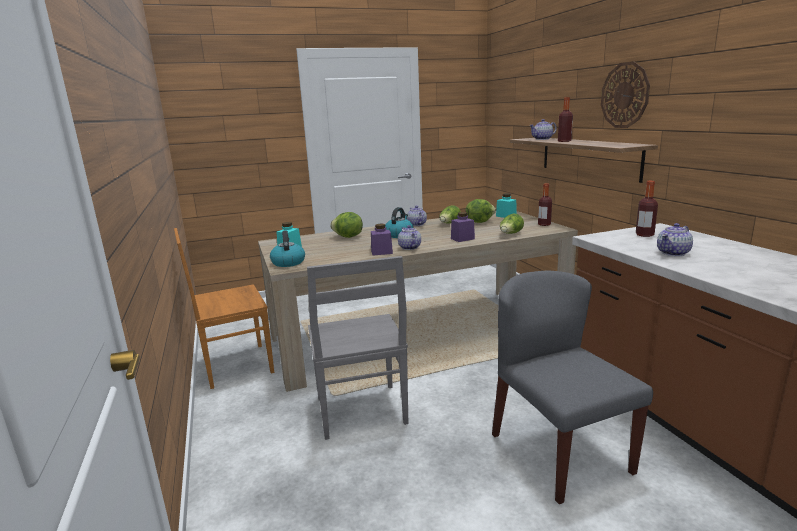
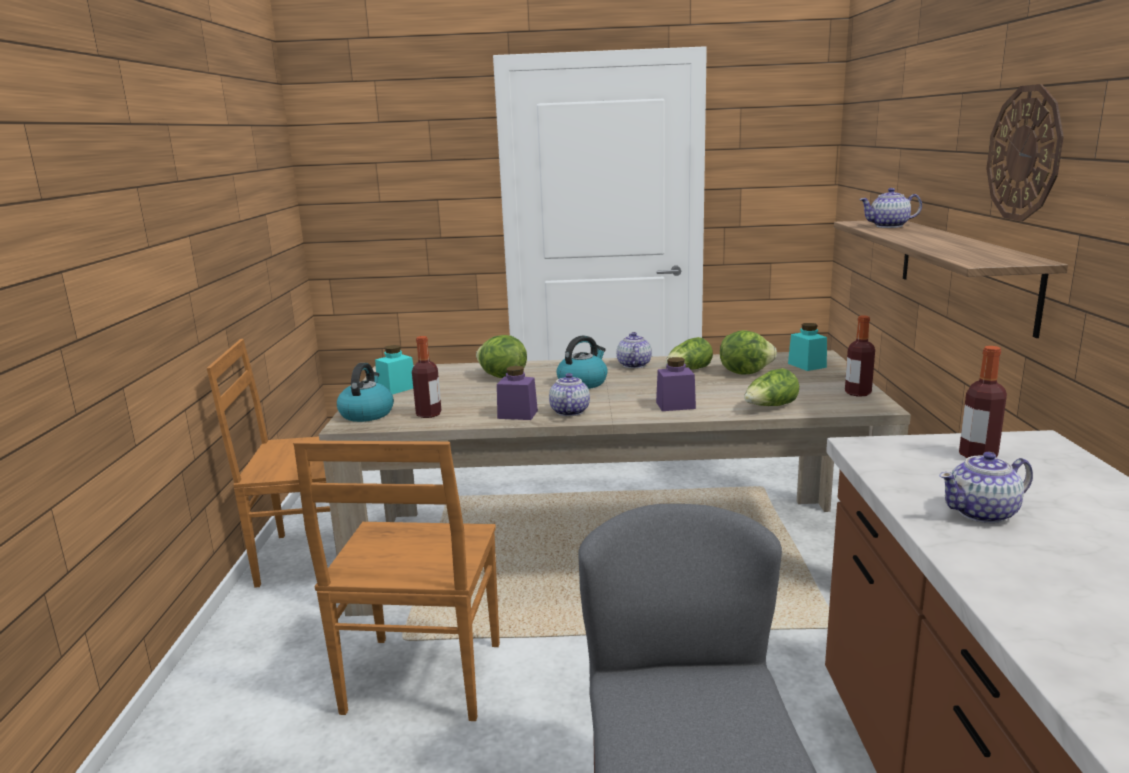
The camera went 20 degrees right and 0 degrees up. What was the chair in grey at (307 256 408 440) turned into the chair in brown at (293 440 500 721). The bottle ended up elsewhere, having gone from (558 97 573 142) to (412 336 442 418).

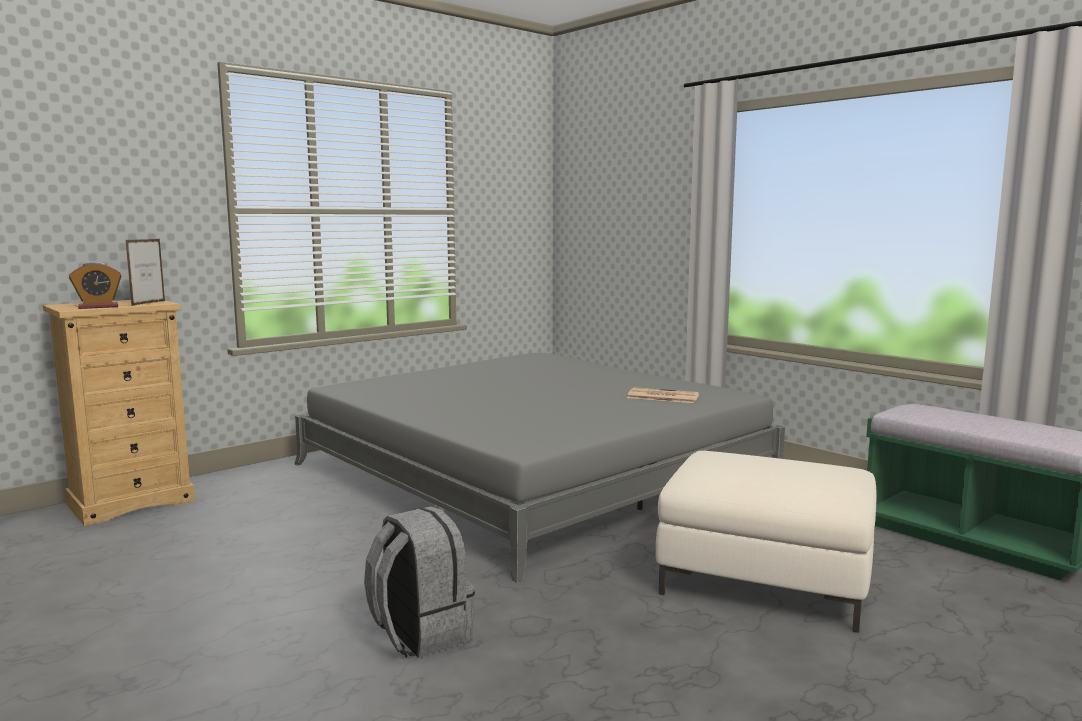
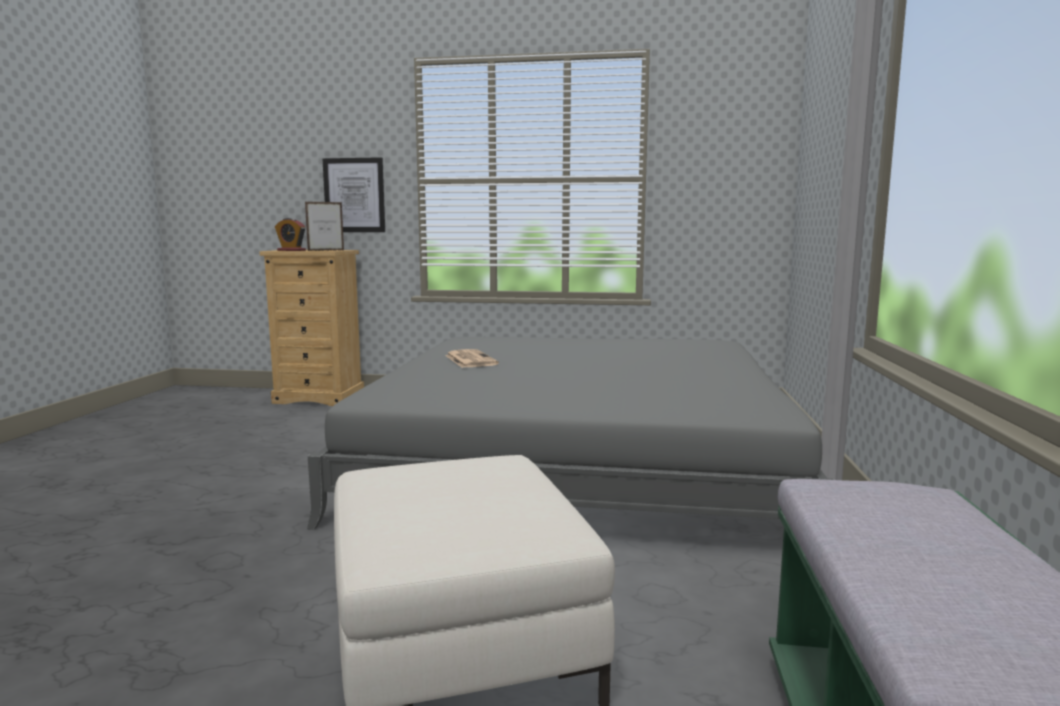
The camera went 50 degrees right and 0 degrees up. The second view gained the picture at (323 157 385 232). The newspaper ended up elsewhere, having gone from (627 387 699 403) to (445 349 499 368). The second view lost the backpack in grey at (364 507 475 658).

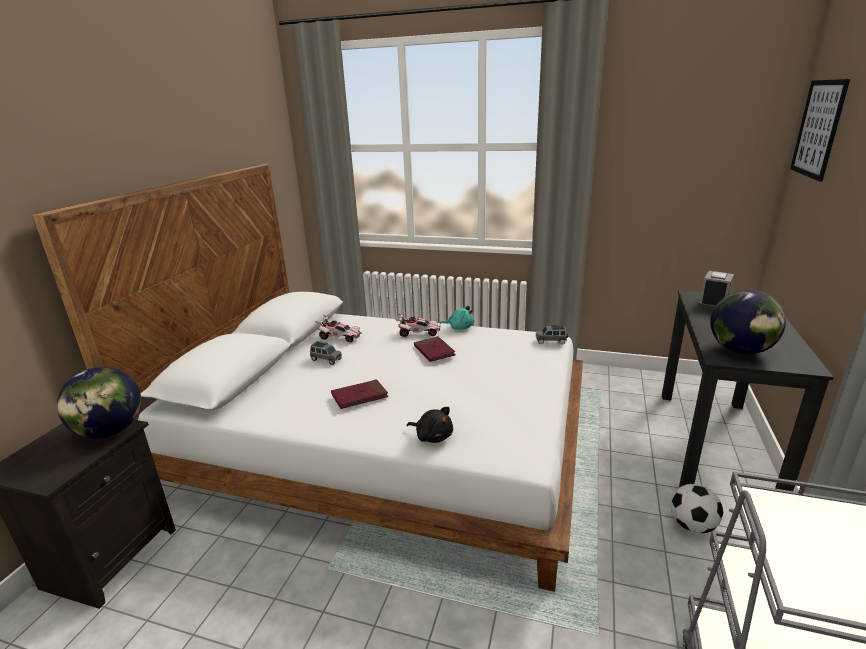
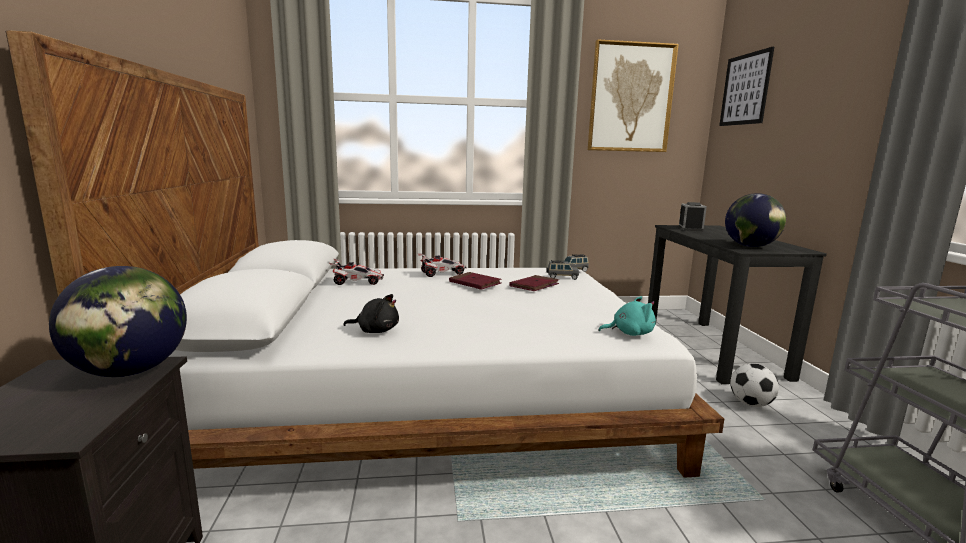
The camera went 25 degrees left and 10 degrees down. The plush toy in black ended up elsewhere, having gone from (407 407 453 443) to (344 294 399 333). The book in red ended up elsewhere, having gone from (331 380 388 409) to (509 275 559 291). The toy car in grey ended up elsewhere, having gone from (310 341 342 365) to (546 260 579 280). The second view gained the picture at (588 39 679 152). The plush toy in turquoise ended up elsewhere, having gone from (440 305 474 330) to (598 296 656 336).

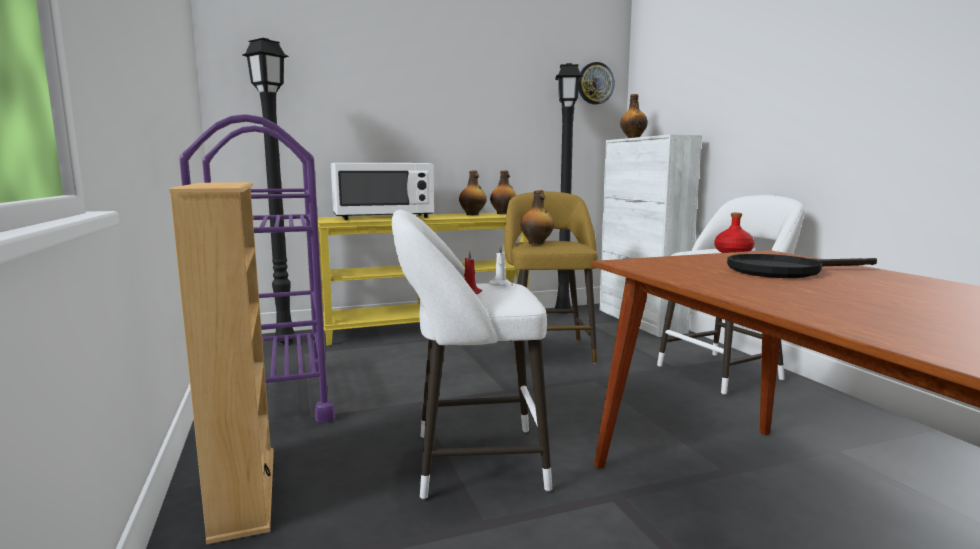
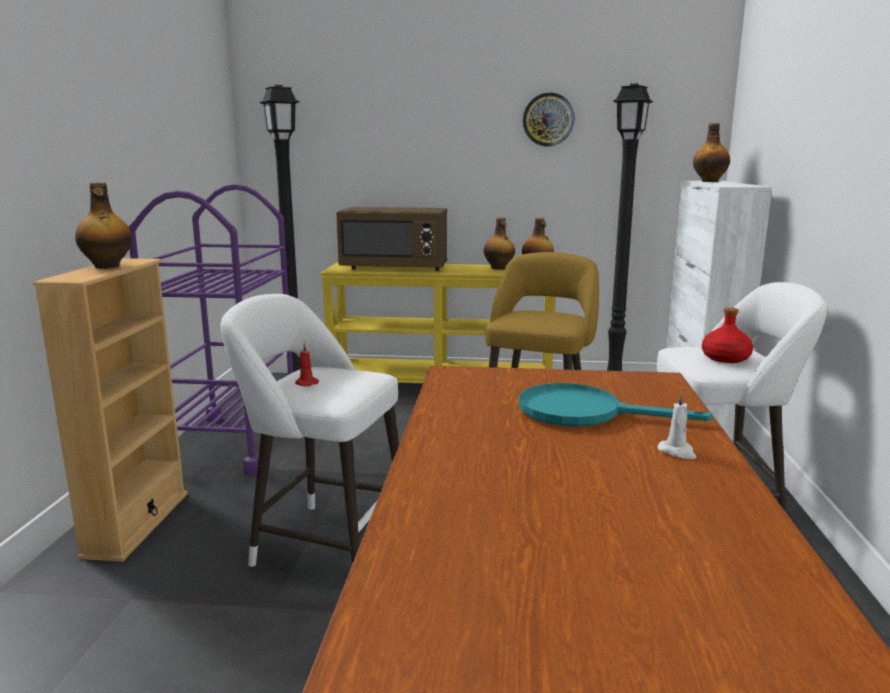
The camera went 25 degrees right and 5 degrees up. The bottle ended up elsewhere, having gone from (521 190 554 245) to (75 182 132 269). What was the microwave in white at (331 163 434 220) turned into the microwave in brown at (337 207 447 271). What was the frying pan in black at (727 254 877 278) turned into the frying pan in turquoise at (519 383 713 427). The wall clock ended up elsewhere, having gone from (579 62 615 105) to (523 93 575 146). The candle in white ended up elsewhere, having gone from (489 245 513 287) to (658 392 696 459).

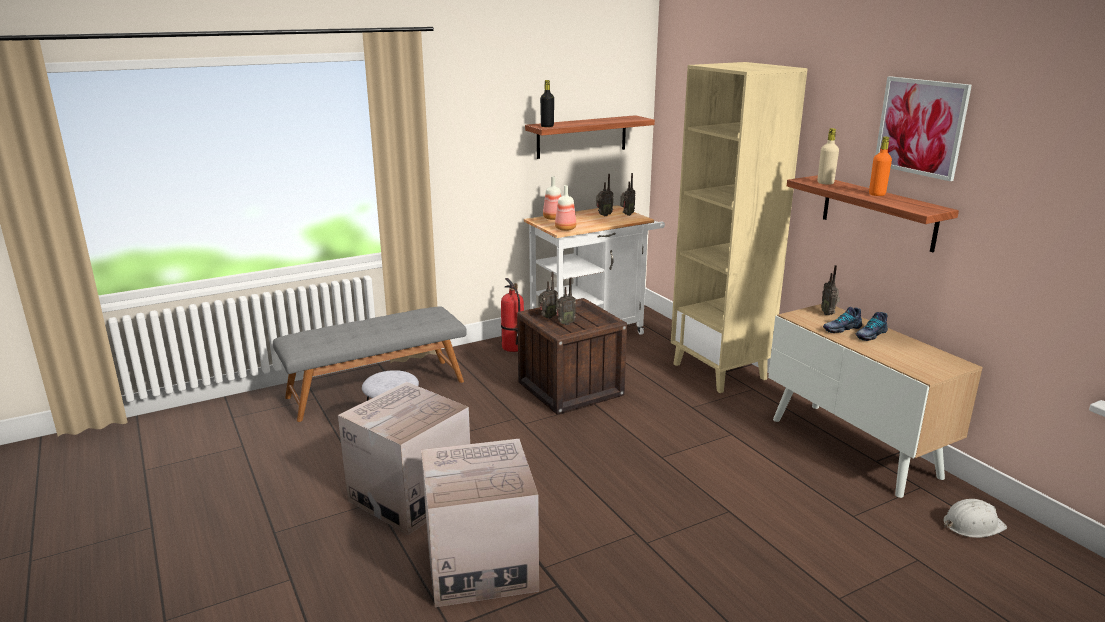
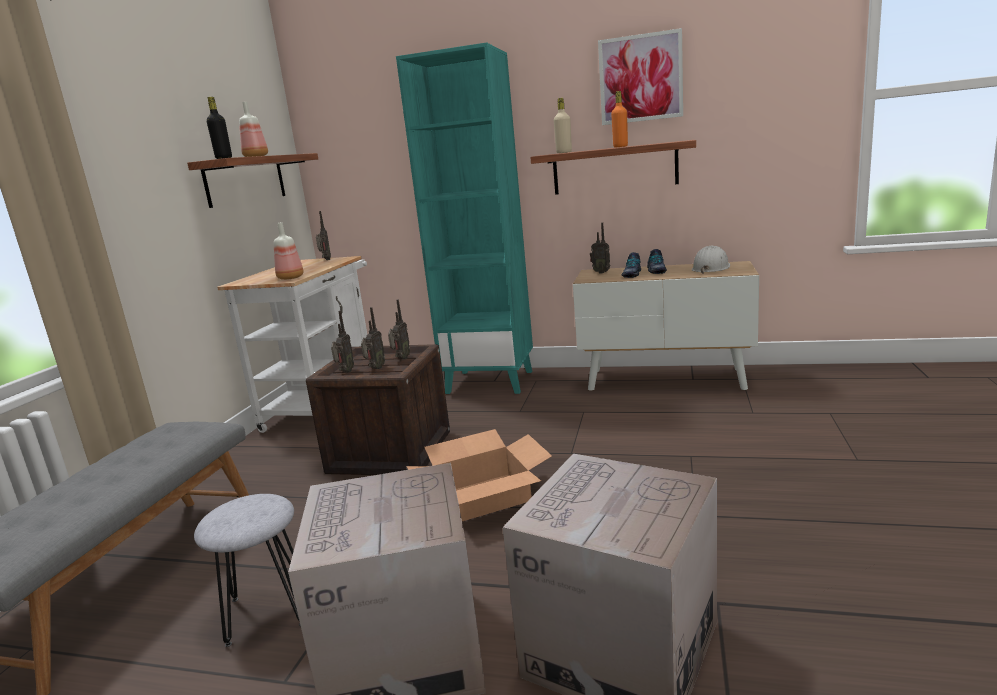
The camera went 45 degrees left and 5 degrees down. The bottle ended up elsewhere, having gone from (543 176 561 220) to (239 102 268 157). The radio ended up elsewhere, having gone from (596 174 613 216) to (388 299 410 359). What was the bookcase in beige at (671 62 808 393) turned into the bookcase in turquoise at (396 42 533 394). The second view gained the cardboard box at (406 429 552 521). The hard hat in white ended up elsewhere, having gone from (943 499 1007 538) to (692 246 730 274). The second view lost the fire extinguisher at (501 278 524 352).

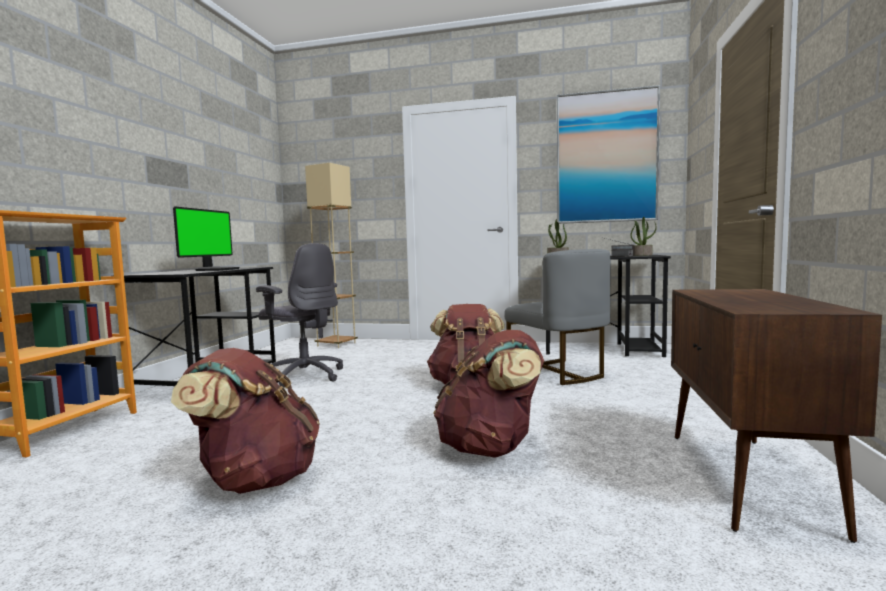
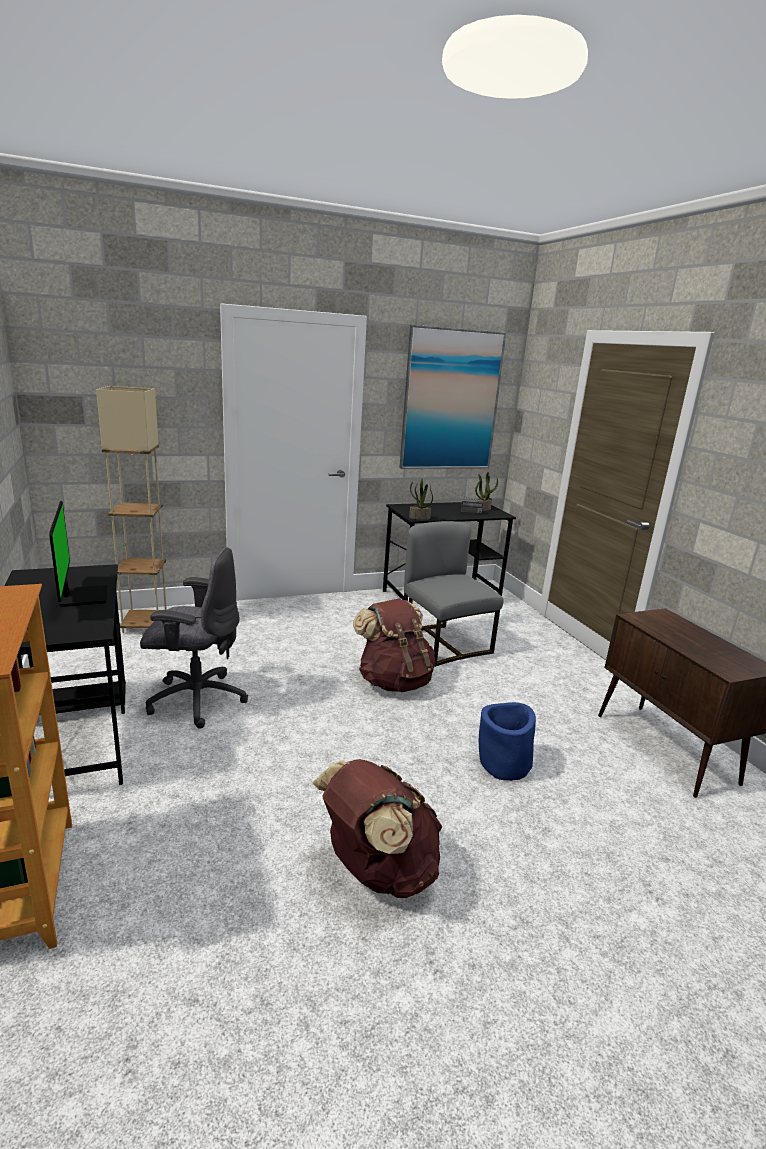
The camera went 35 degrees left and 15 degrees up. The chair in grey at (504 249 610 385) ended up facing another way, 150 degrees counterclockwise from before. Where the backpack in brown stood at (433 330 544 458), the planter in blue came to stand at (479 702 536 781).

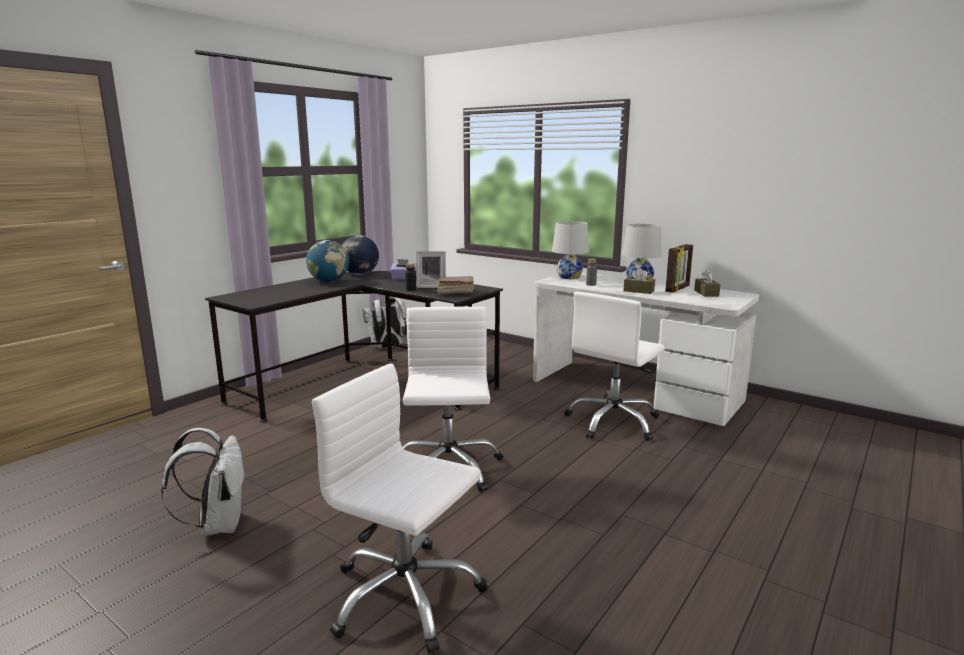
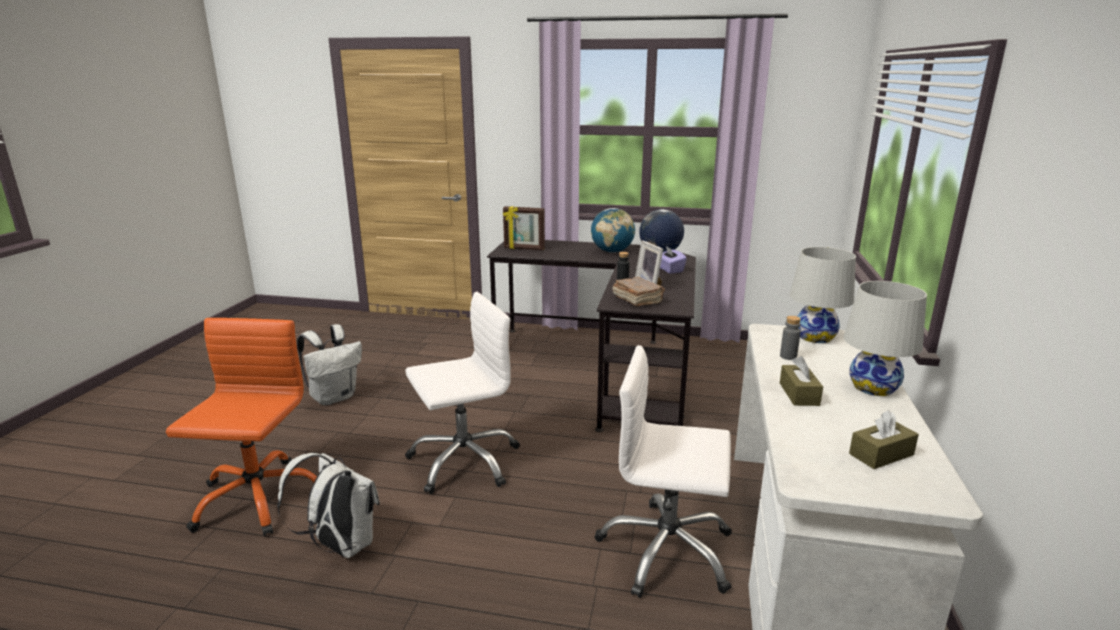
The camera went 65 degrees right and 5 degrees up. What was the office chair in white at (312 363 488 653) turned into the office chair in orange at (166 318 317 536). The backpack in white ended up elsewhere, having gone from (362 298 407 349) to (277 453 380 558). The picture frame ended up elsewhere, having gone from (665 244 693 293) to (503 206 545 250).

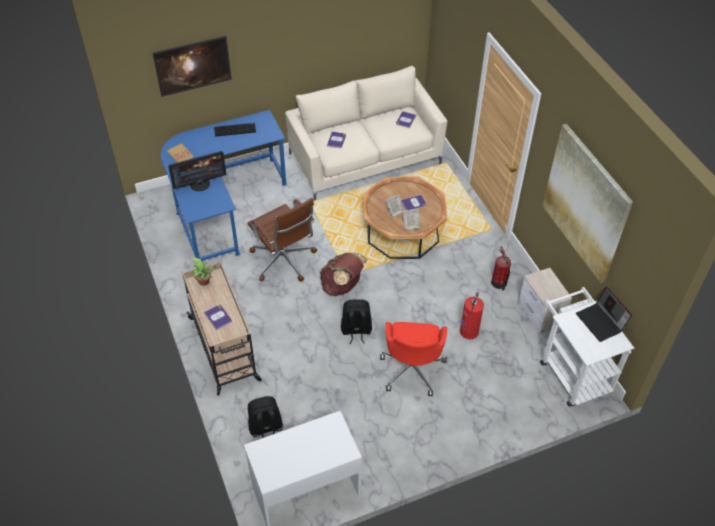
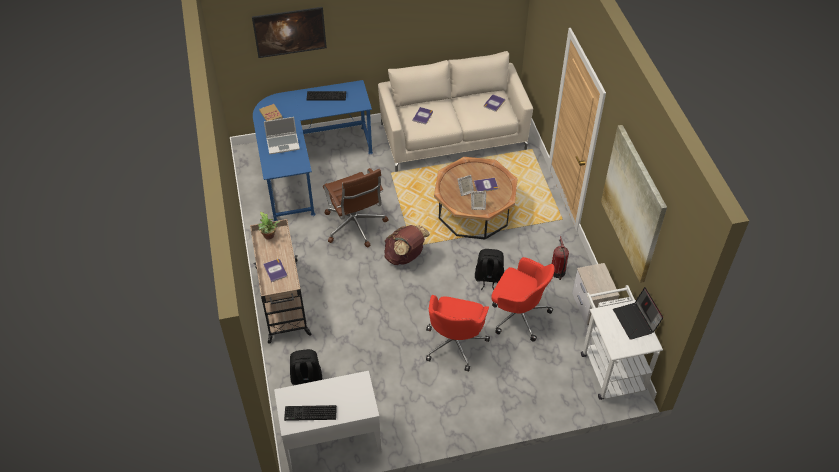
The camera went 10 degrees right and 0 degrees up. Where the monitor stood at (168 151 226 191), the laptop came to stand at (264 117 300 154). The second view gained the keyboard at (284 405 337 421). The backpack in black ended up elsewhere, having gone from (341 299 372 344) to (475 249 504 290). Where the fire extinguisher stood at (460 292 484 339), the office chair in red came to stand at (491 257 555 342).

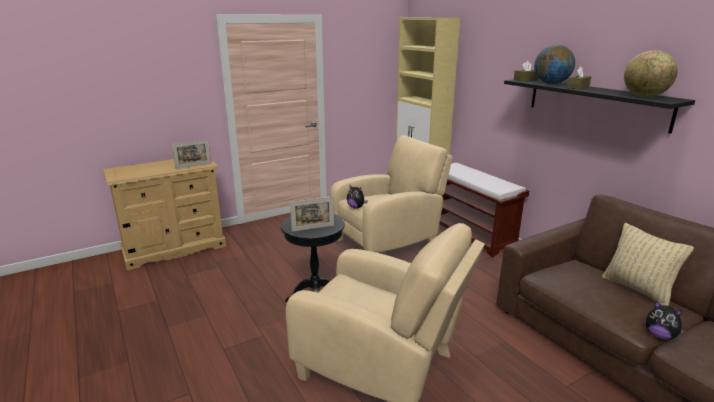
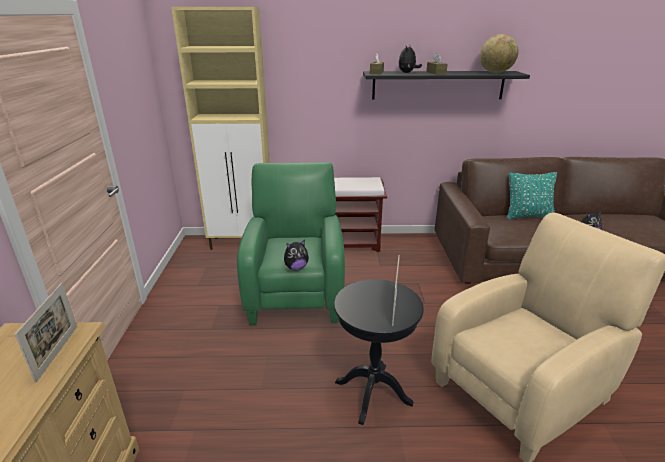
The camera went 60 degrees left and 5 degrees up. What was the armchair in beige at (330 136 453 253) turned into the armchair in green at (237 162 345 325). Where the globe stood at (534 45 575 84), the plush toy came to stand at (399 46 422 73). What was the pillow in beige at (602 223 694 306) turned into the pillow in turquoise at (507 172 557 219).

